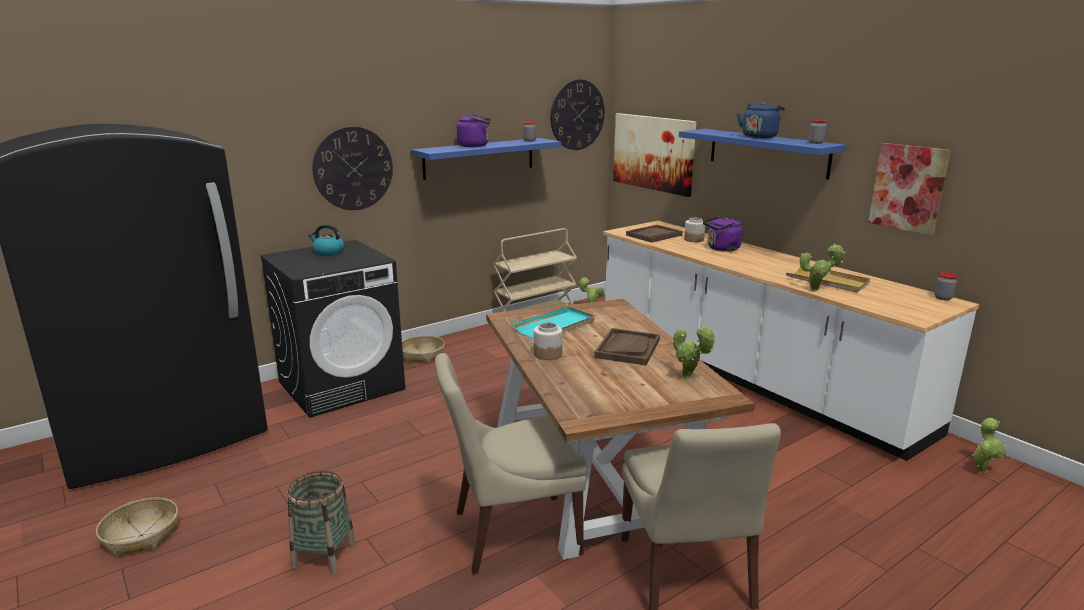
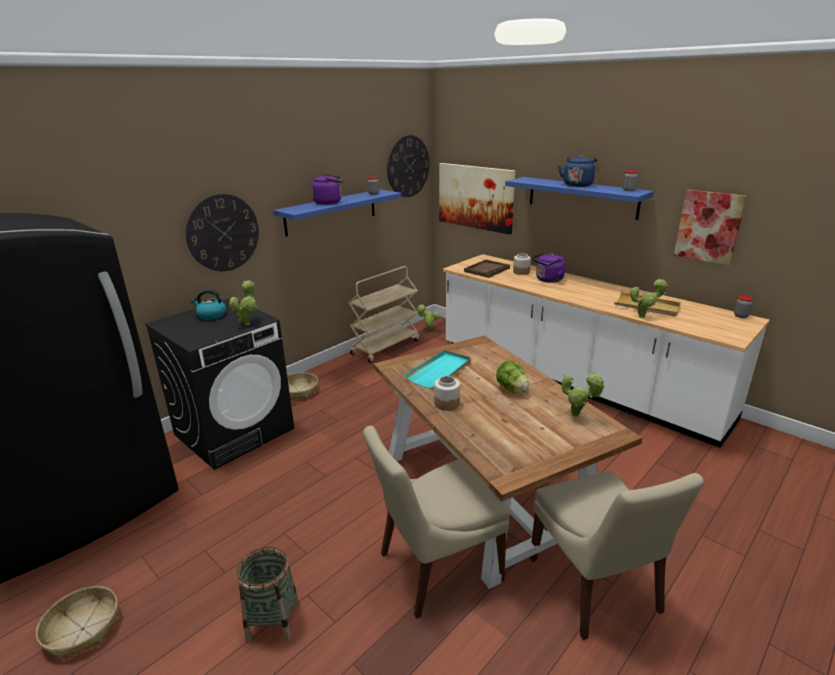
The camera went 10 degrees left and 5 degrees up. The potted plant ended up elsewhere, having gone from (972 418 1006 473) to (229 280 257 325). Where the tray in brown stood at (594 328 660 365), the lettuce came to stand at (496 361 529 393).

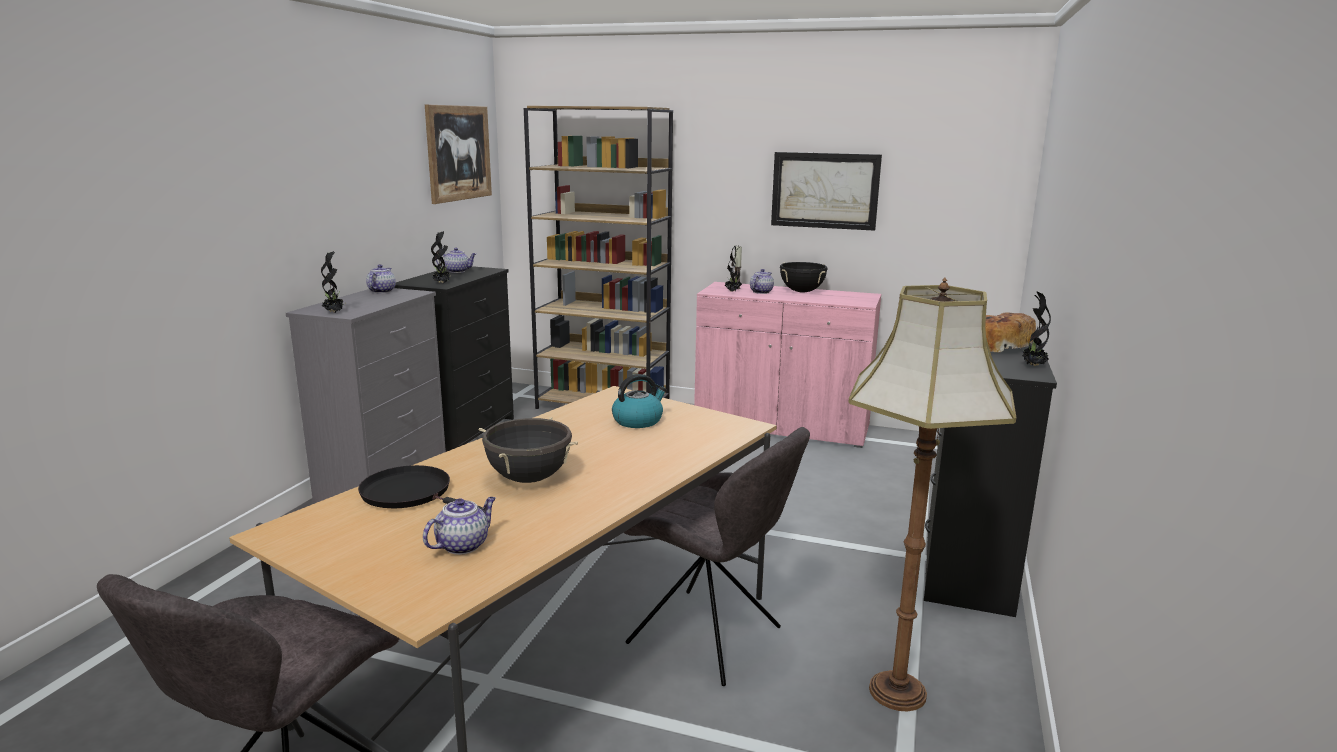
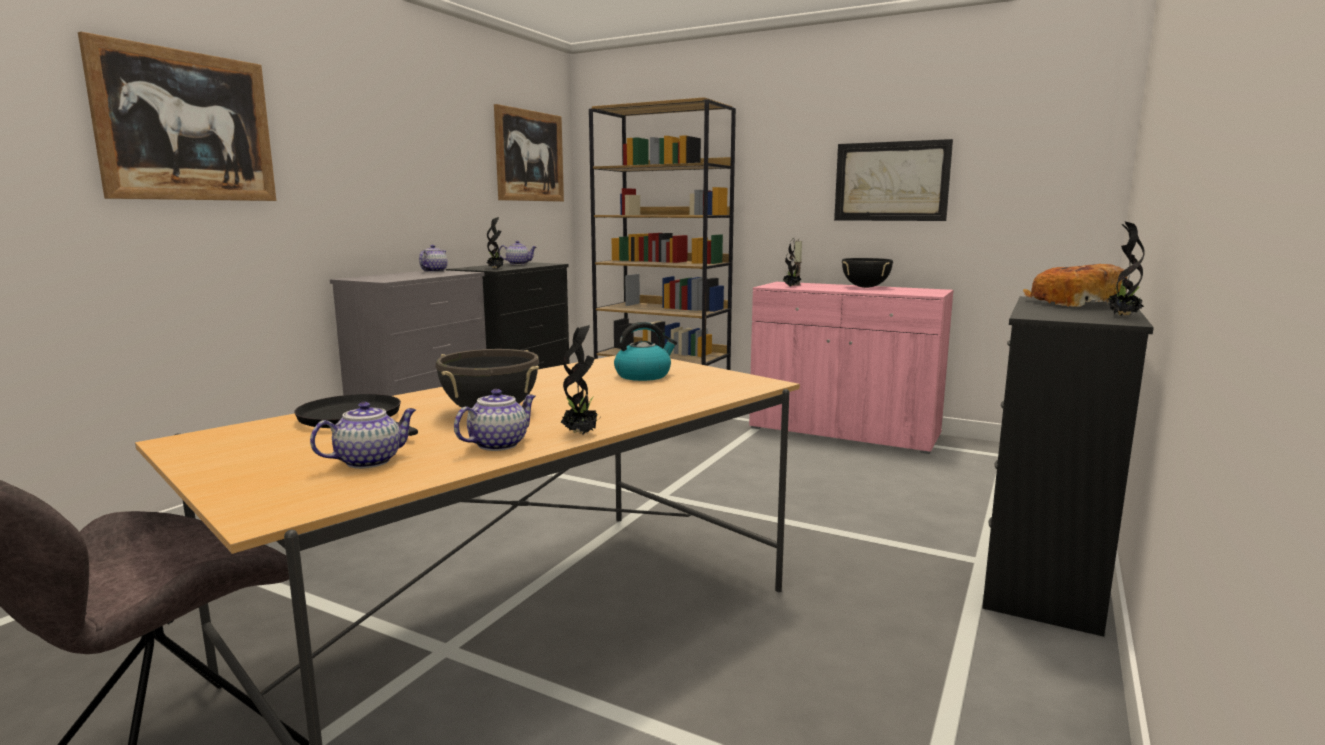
The camera went 10 degrees right and 5 degrees down. The second view gained the picture at (78 32 276 201). The teapot ended up elsewhere, having gone from (750 269 774 294) to (454 389 536 451). The potted plant ended up elsewhere, having gone from (321 251 343 313) to (561 325 601 435). The second view lost the chair in grey at (624 427 810 686). The second view lost the floor lamp at (848 278 1016 711).

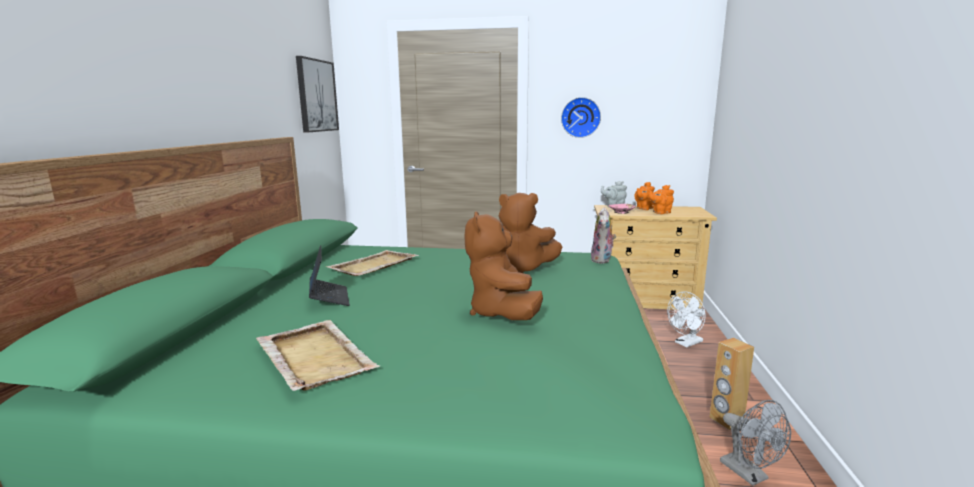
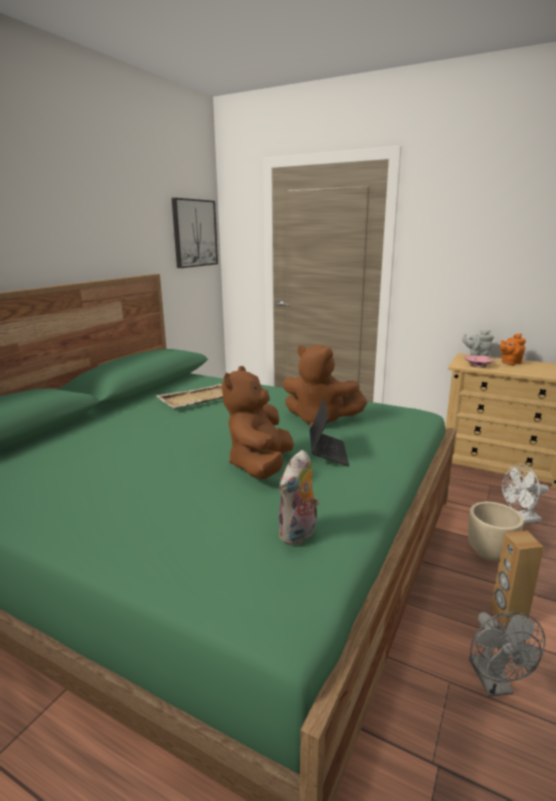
The camera went 20 degrees right and 5 degrees up. The plush toy ended up elsewhere, having gone from (591 208 616 264) to (279 450 319 546). The laptop ended up elsewhere, having gone from (309 245 350 306) to (310 399 349 467). The second view gained the planter in beige at (468 502 524 561). The second view lost the tray in beige at (256 320 380 391). The second view lost the wall clock at (561 97 601 138). The second view lost the teapot in orange at (649 185 674 214).

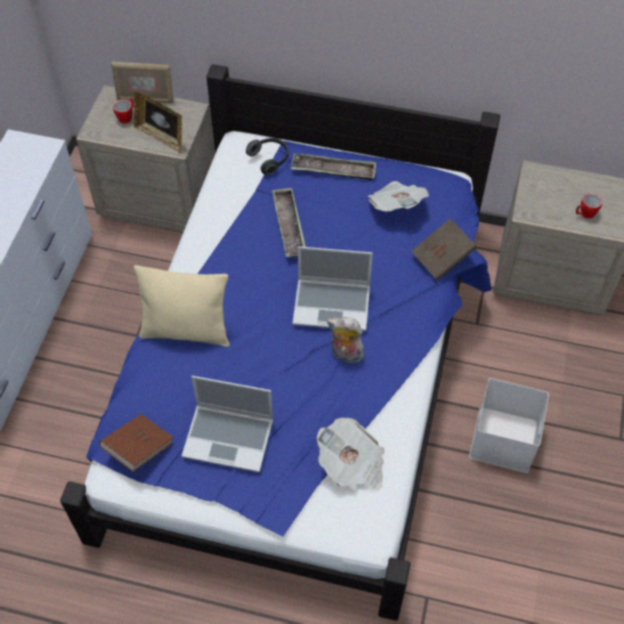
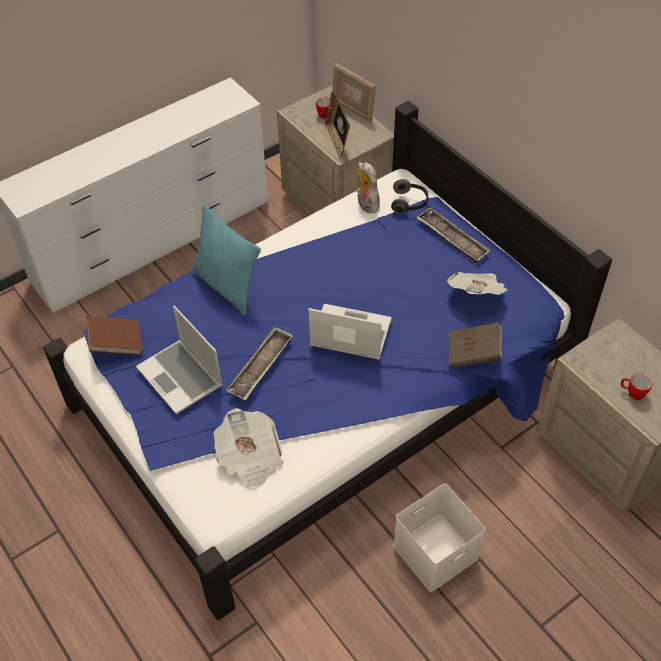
The camera went 40 degrees right and 5 degrees down. What was the pillow in beige at (134 265 230 347) turned into the pillow in turquoise at (191 205 261 315). The tray ended up elsewhere, having gone from (272 188 306 257) to (226 327 293 400). The laptop at (293 246 373 331) ended up facing another way, 150 degrees clockwise from before. The plush toy ended up elsewhere, having gone from (327 317 364 363) to (356 162 380 213).

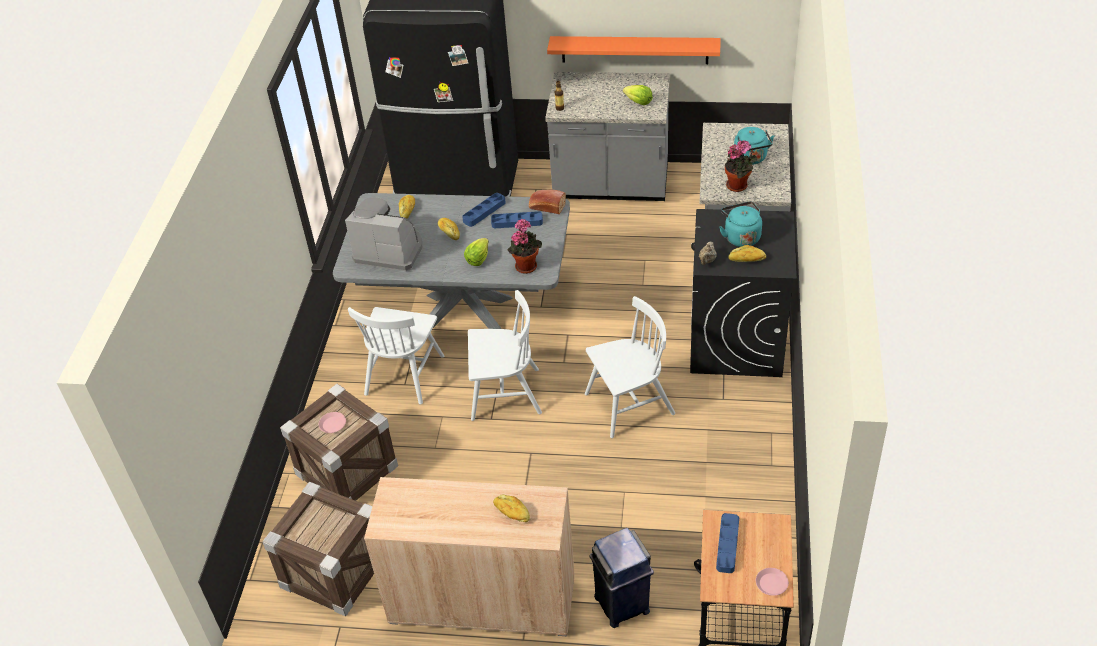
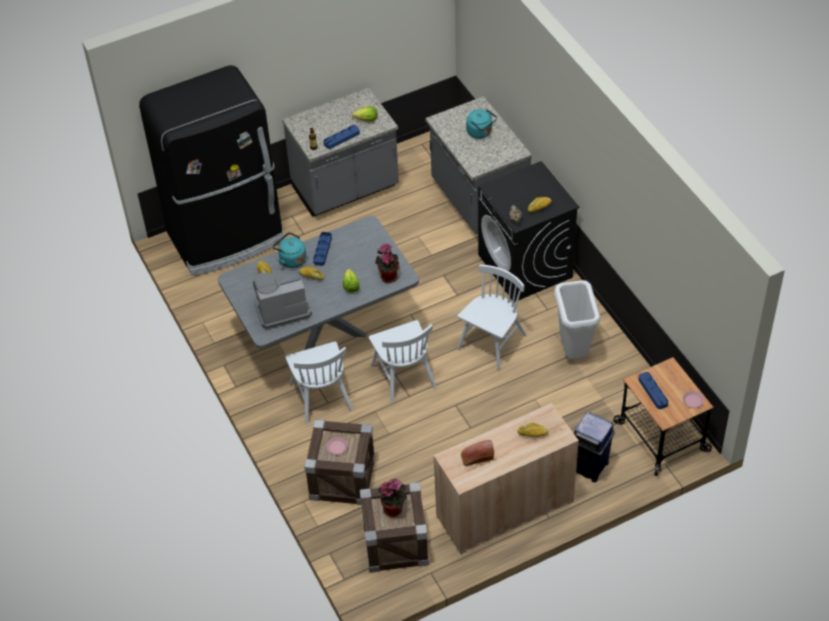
The camera went 35 degrees left and 5 degrees up. The kettle in turquoise ended up elsewhere, having gone from (719 201 762 247) to (272 232 306 268). The tray in blue ended up elsewhere, having gone from (491 211 543 228) to (324 125 360 149). The chair in white at (468 290 542 421) ended up facing another way, 105 degrees clockwise from before. The potted plant ended up elsewhere, having gone from (725 140 757 192) to (378 479 407 517). The bread ended up elsewhere, having gone from (529 190 566 214) to (461 440 494 466). The second view gained the trash can in white at (554 280 600 358). The second view lost the shelf in orange at (547 36 721 64).

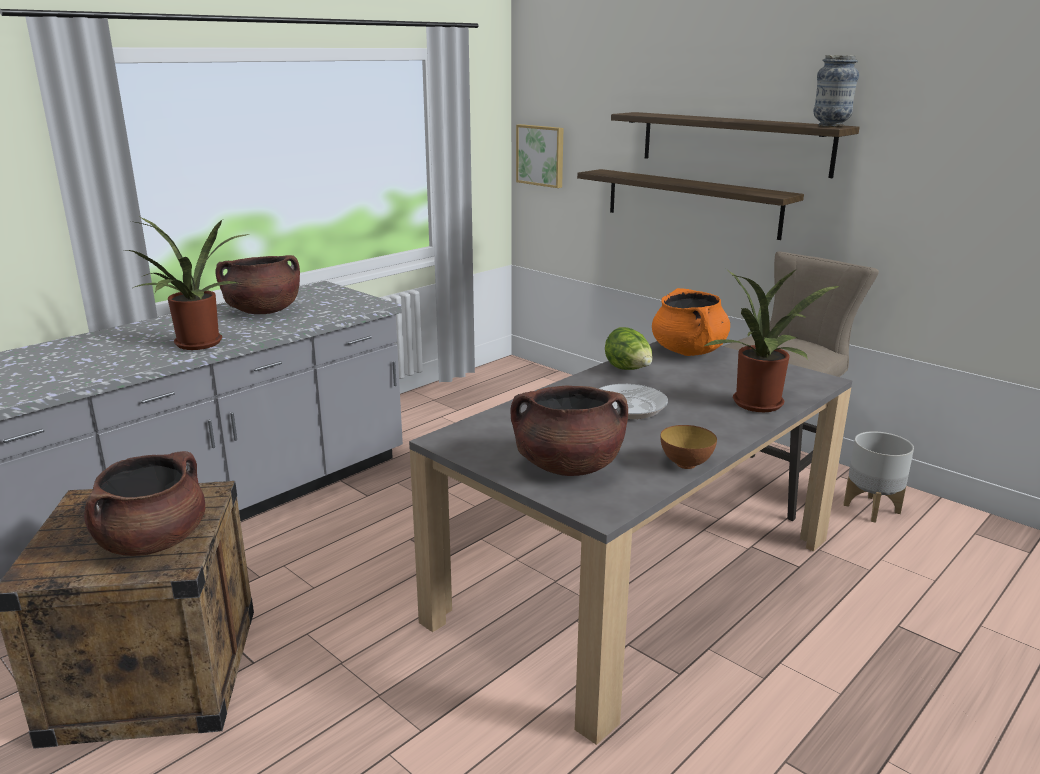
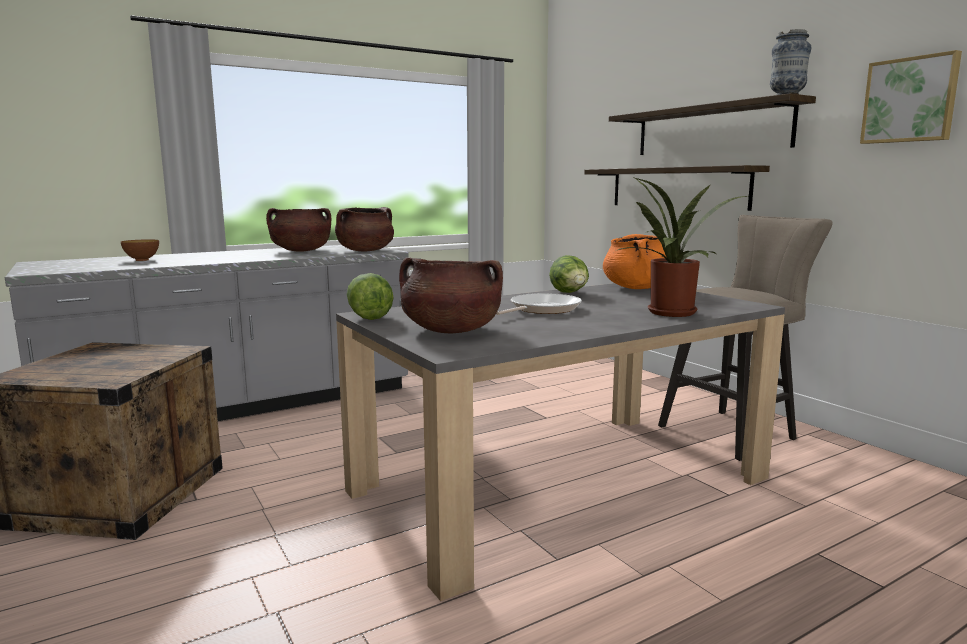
The camera went 15 degrees right and 10 degrees down. The bowl ended up elsewhere, having gone from (660 425 717 469) to (121 239 159 261). The cooking pot in brown ended up elsewhere, having gone from (84 451 205 556) to (335 207 394 252). The second view gained the lettuce at (347 273 393 320). The picture ended up elsewhere, having gone from (516 124 563 188) to (860 50 962 144). The second view lost the potted plant at (127 216 249 350). The second view lost the planter in grey at (844 431 914 523).

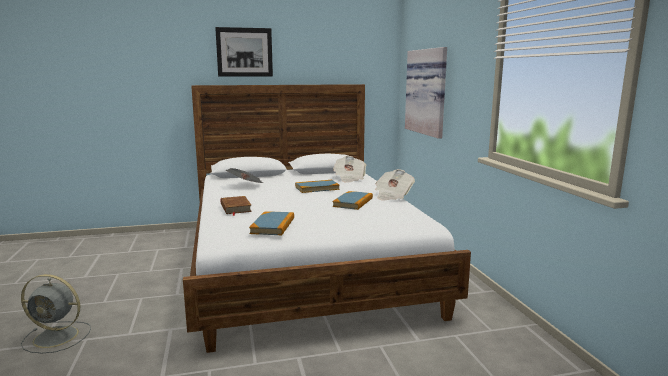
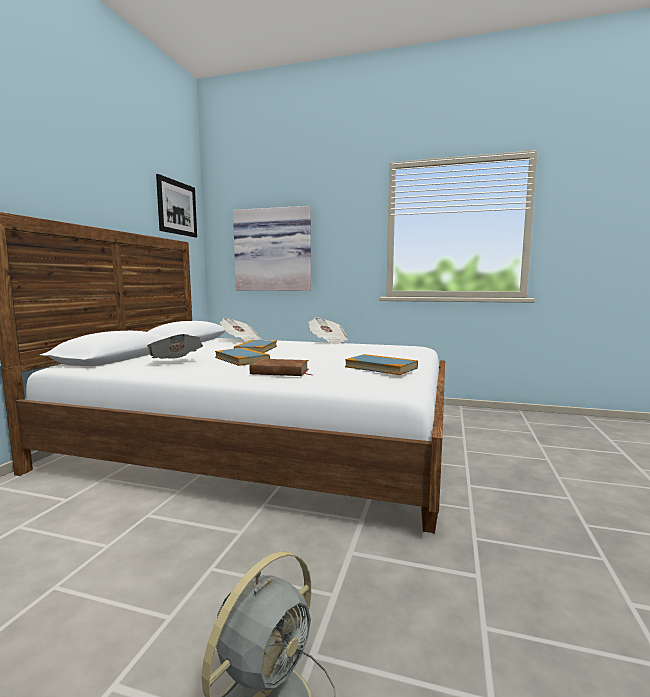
The camera went 60 degrees left and 5 degrees down. The picture ended up elsewhere, having gone from (215 27 273 77) to (156 174 197 238). The book ended up elsewhere, having gone from (333 191 373 210) to (215 348 270 366).

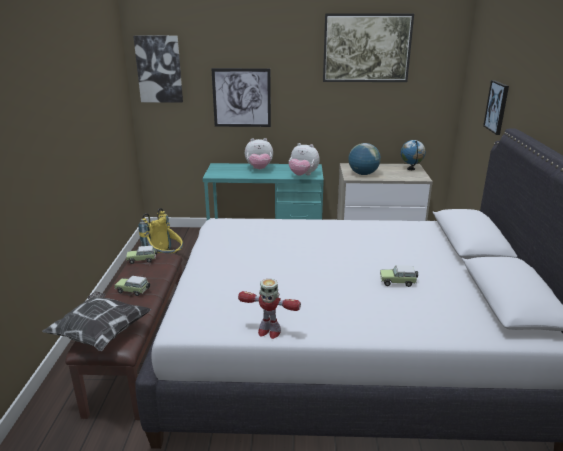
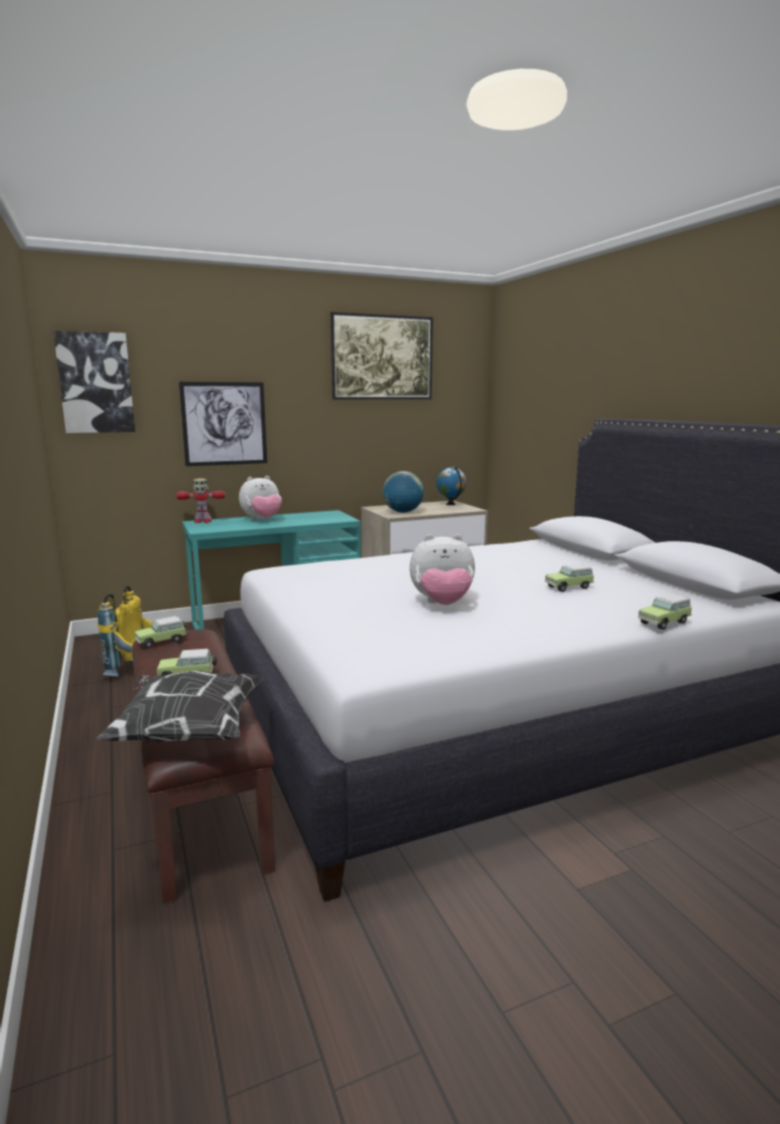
The camera went 25 degrees left and 10 degrees down. The toy robot ended up elsewhere, having gone from (238 279 301 339) to (176 478 225 523). The plush toy ended up elsewhere, having gone from (289 143 320 176) to (410 534 475 605). The second view gained the toy car at (638 594 692 630). The second view lost the picture at (483 80 509 135).

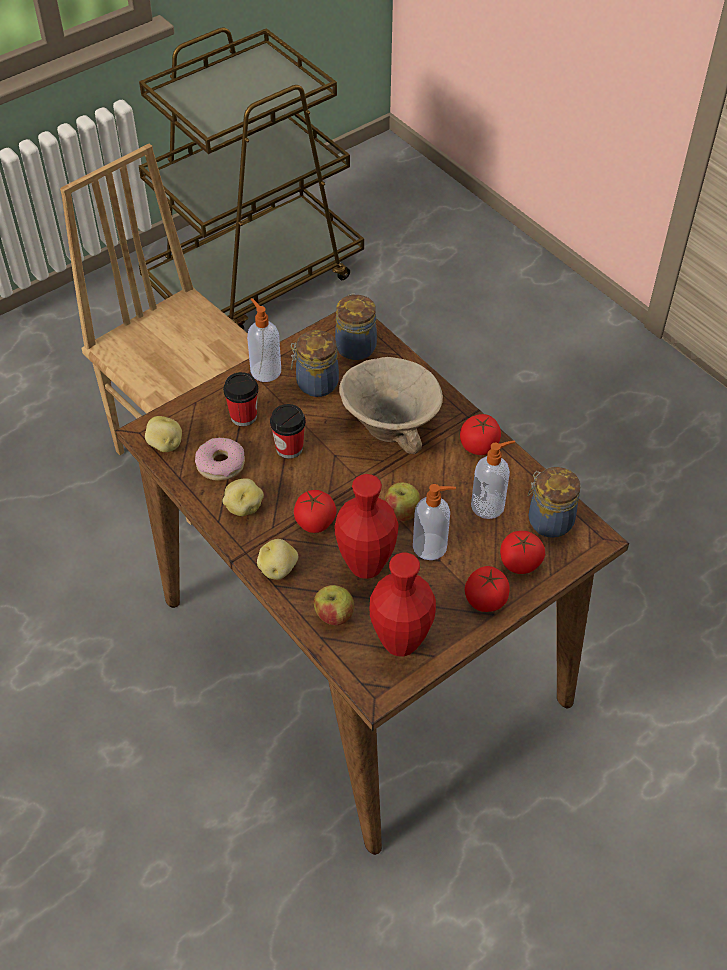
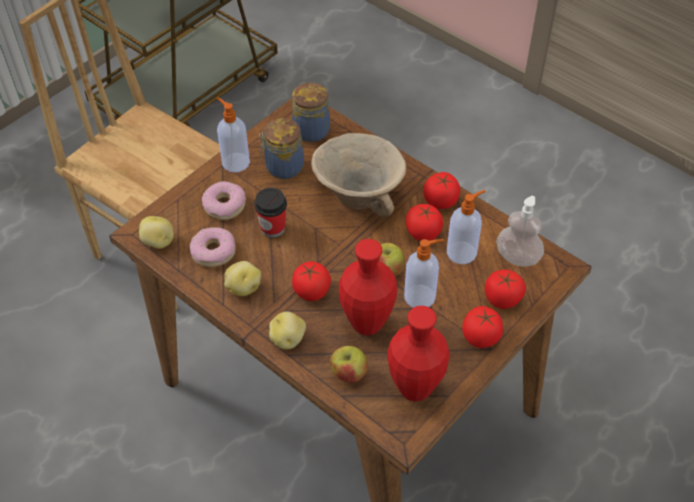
The camera went 10 degrees left and 0 degrees up. Where the cup stood at (223 372 259 426), the donut came to stand at (202 181 246 220). The second view gained the tomato at (406 204 443 241). Where the jar stood at (528 467 581 538), the soap dispenser came to stand at (496 196 544 267).

